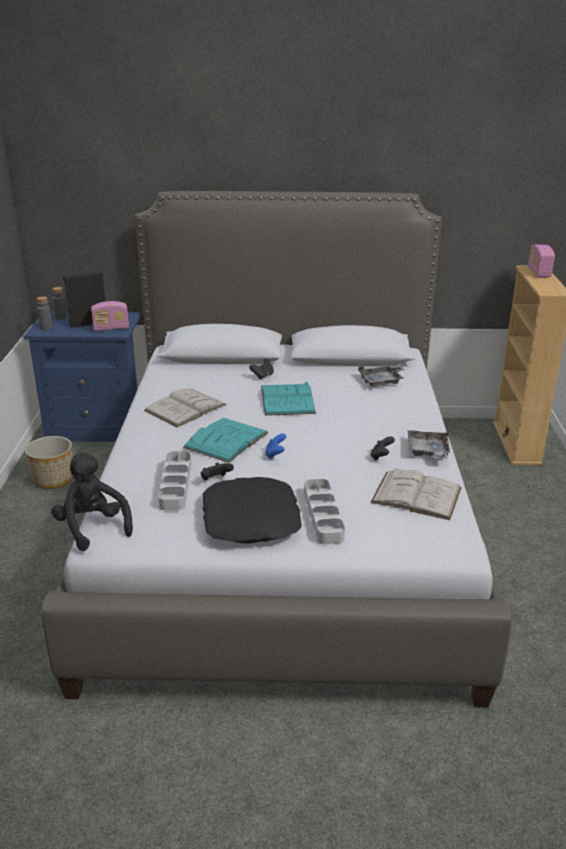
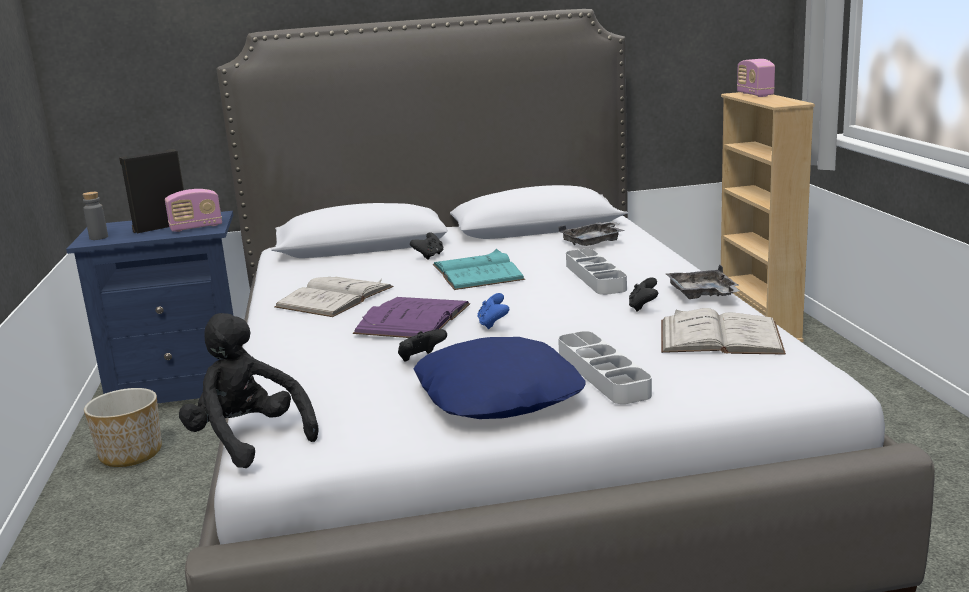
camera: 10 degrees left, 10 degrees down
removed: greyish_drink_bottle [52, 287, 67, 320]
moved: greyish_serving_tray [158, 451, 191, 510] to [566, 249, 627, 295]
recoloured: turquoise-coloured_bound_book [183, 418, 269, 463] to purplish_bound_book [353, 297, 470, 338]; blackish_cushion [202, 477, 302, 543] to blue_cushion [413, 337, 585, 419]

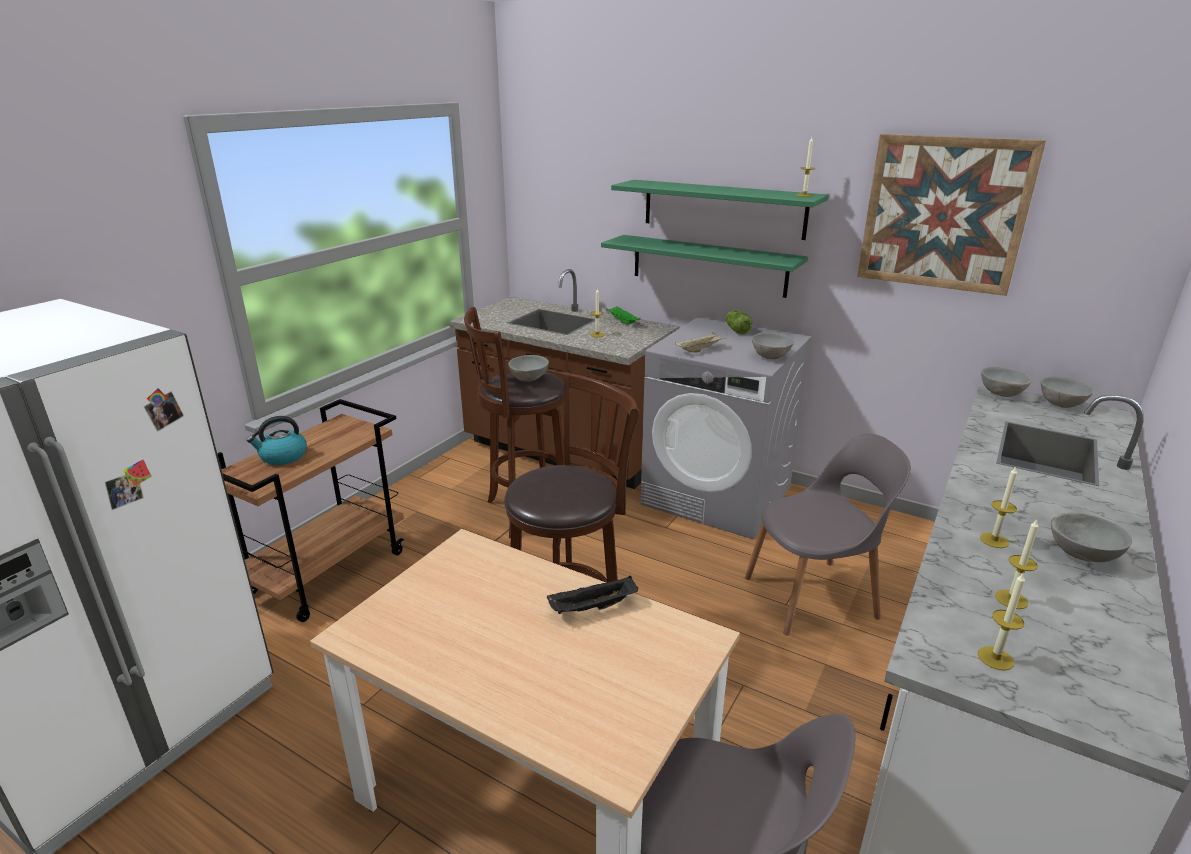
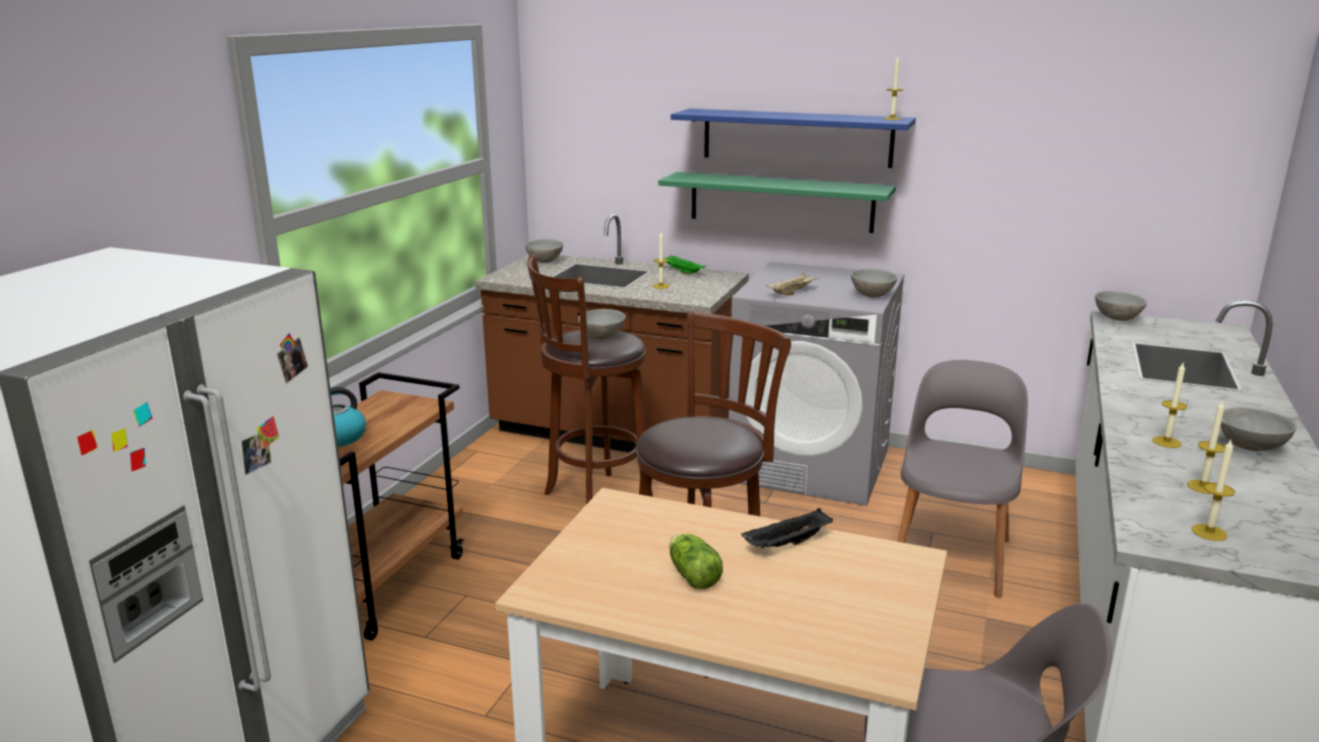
camera: 10 degrees left, 5 degrees down
removed: picture [857, 134, 1046, 296]
moved: lettuce_head [726, 310, 752, 334] to [669, 534, 723, 589]; greyish_serving_bowl [1041, 376, 1093, 408] to [525, 239, 564, 263]
recoloured: greenish_wall_shelf [611, 180, 829, 240] to blue_wall_shelf [671, 109, 916, 168]
turned: greyish_plain_chair [745, 434, 911, 636] = [897, 360, 1028, 598] 45 degrees counterclockwise

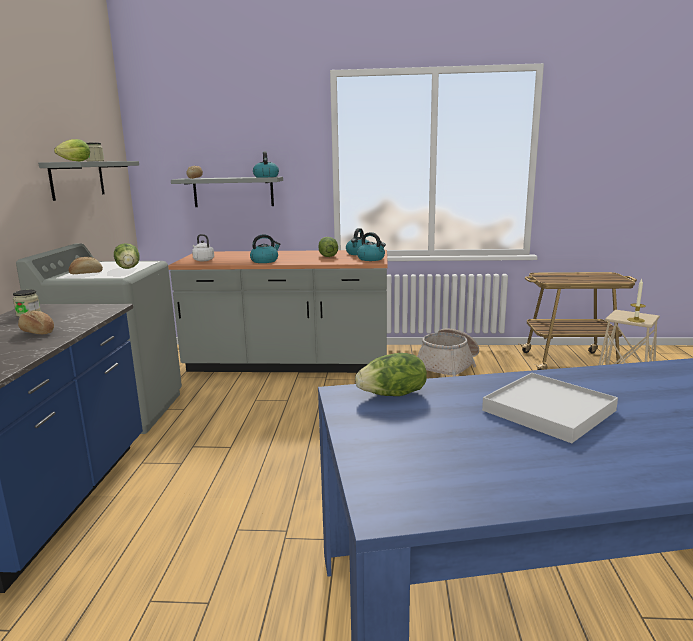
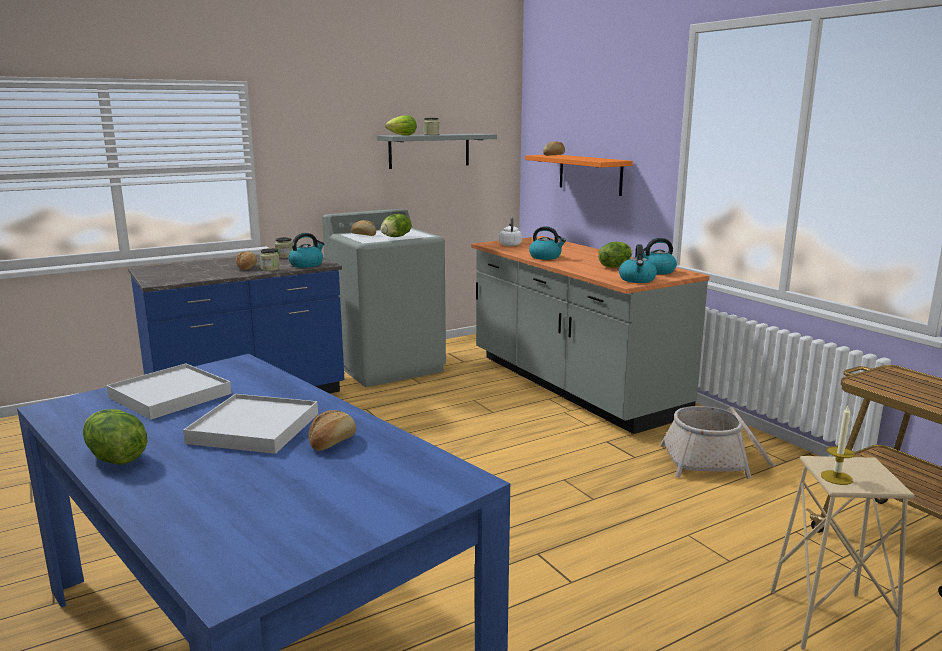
camera: 55 degrees right, 0 degrees up
added: whitish_serving_tray [106, 363, 232, 420]; storage_jar [260, 248, 280, 271]; bread [309, 410, 356, 451]
moved: water_kettle [253, 151, 279, 178] to [288, 233, 324, 268]; lettuce_head [355, 353, 427, 396] to [83, 409, 148, 465]
recoloured: greyish_wall_shelf [171, 177, 283, 207] to orangey_wall_shelf [525, 155, 633, 196]

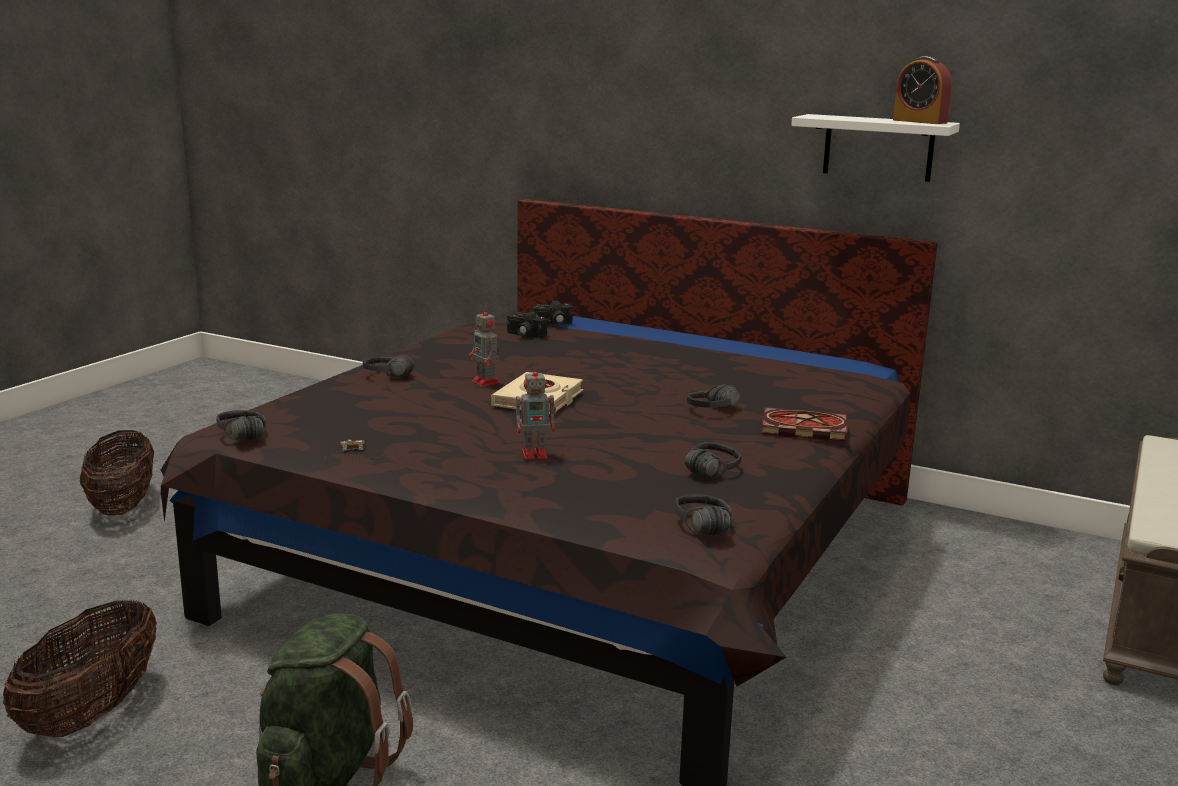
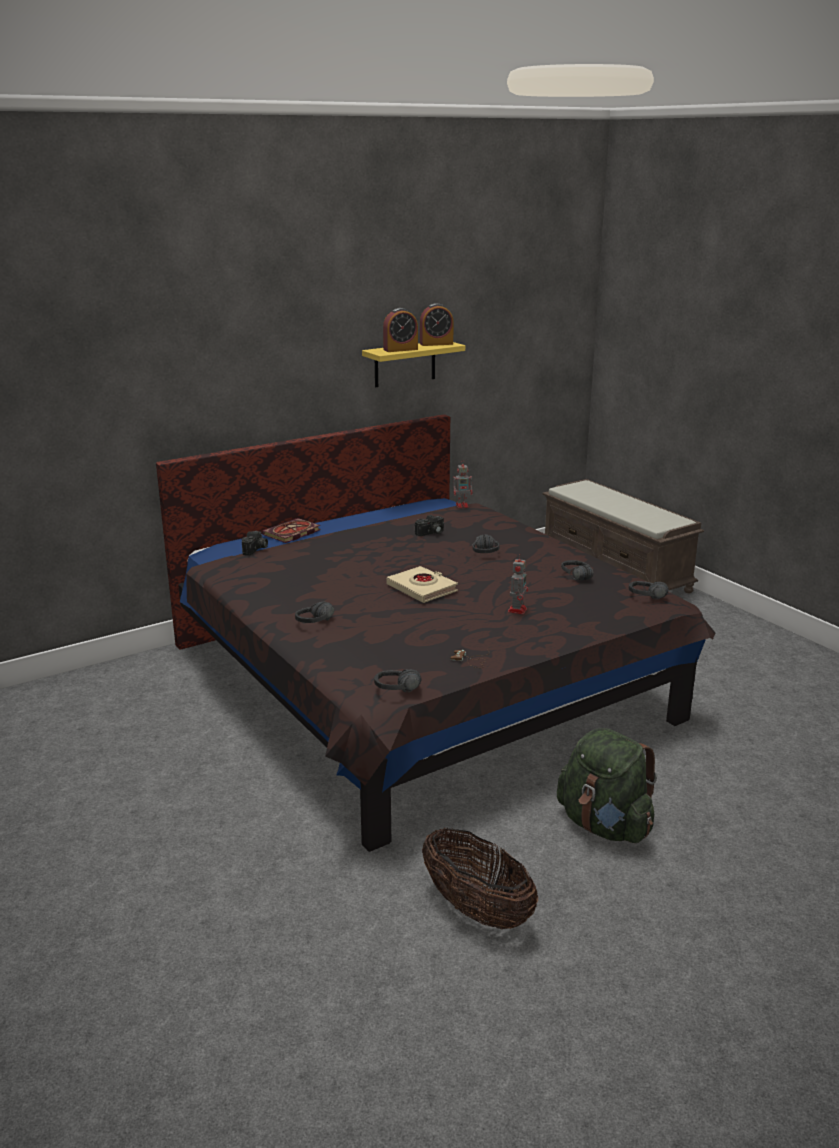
camera: 60 degrees left, 5 degrees up
removed: basket [80, 430, 154, 516]
added: alarm_clock [383, 308, 418, 352]
moved: model_robot [469, 306, 500, 387] to [453, 462, 473, 508]; still_camera [506, 312, 547, 338] to [415, 515, 444, 536]; bound_book [761, 407, 848, 441] to [262, 518, 321, 543]
recoloured: whitish_wall_shelf [791, 114, 960, 182] to yellow-coloured_wall_shelf [362, 342, 465, 387]

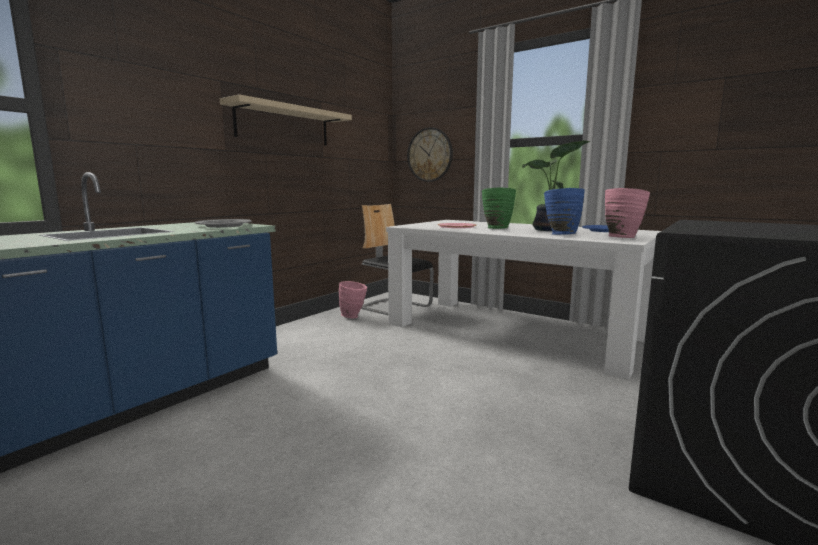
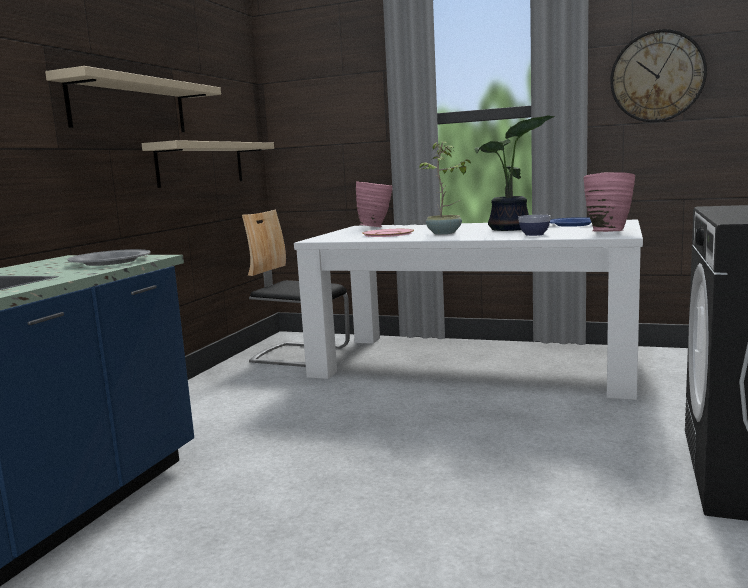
camera: 15 degrees left, 0 degrees up
added: beige_wall_shelf [142, 140, 274, 188]
moved: pinkish_vase [339, 281, 367, 318] to [356, 181, 393, 227]; hanging_clock [407, 127, 453, 182] to [610, 29, 707, 122]
replaced: greenish_vase [482, 187, 516, 229] to potted_plant [418, 142, 471, 234]; blue_vase [544, 188, 585, 235] to serving_bowl [518, 215, 550, 236]

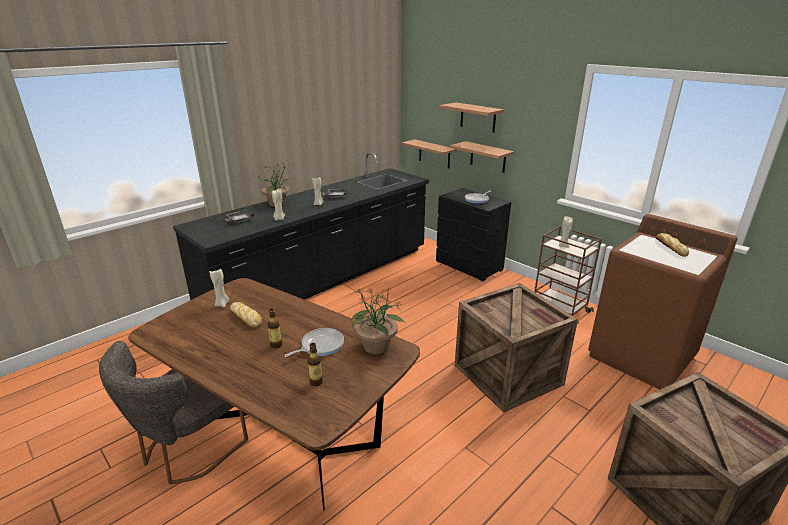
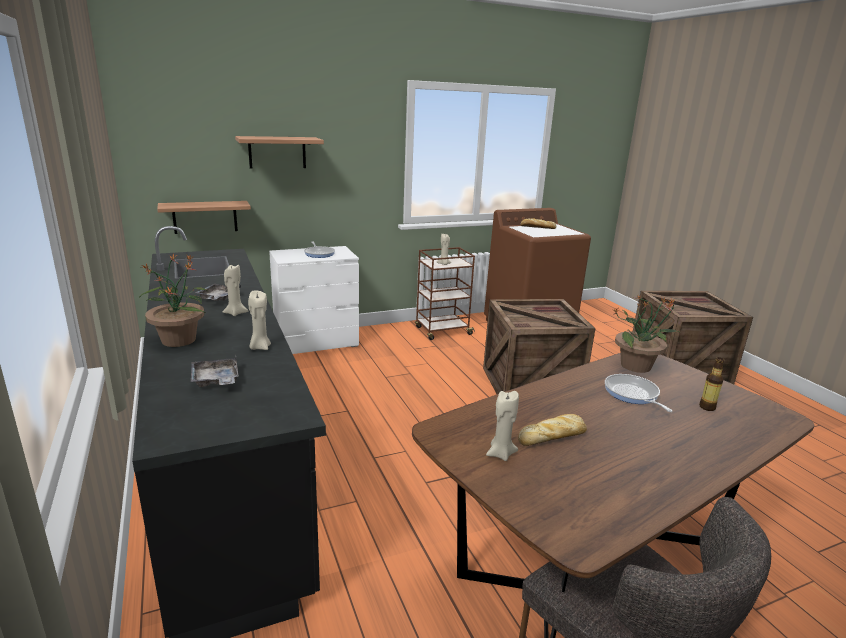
camera: 70 degrees left, 5 degrees down
removed: drink_bottle [267, 309, 282, 348]; wall_shelf [450, 141, 514, 173]
recoloured: blackish_chest_of_drawers [436, 188, 511, 281] to whitish_chest_of_drawers [269, 246, 359, 354]

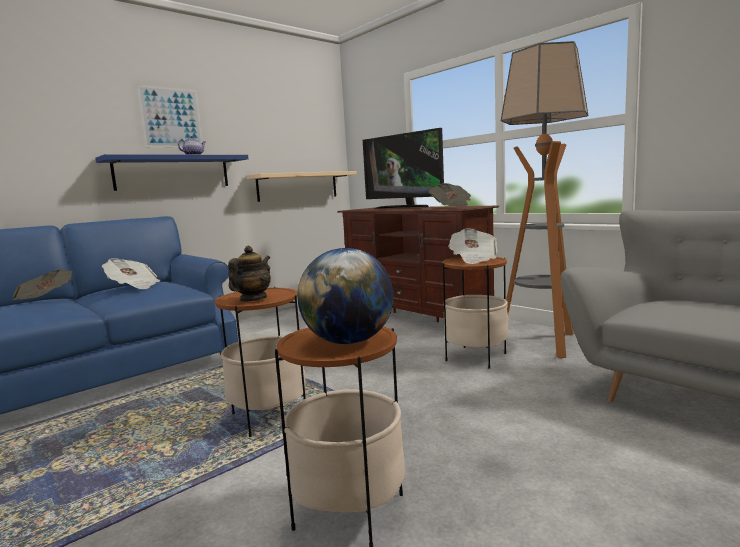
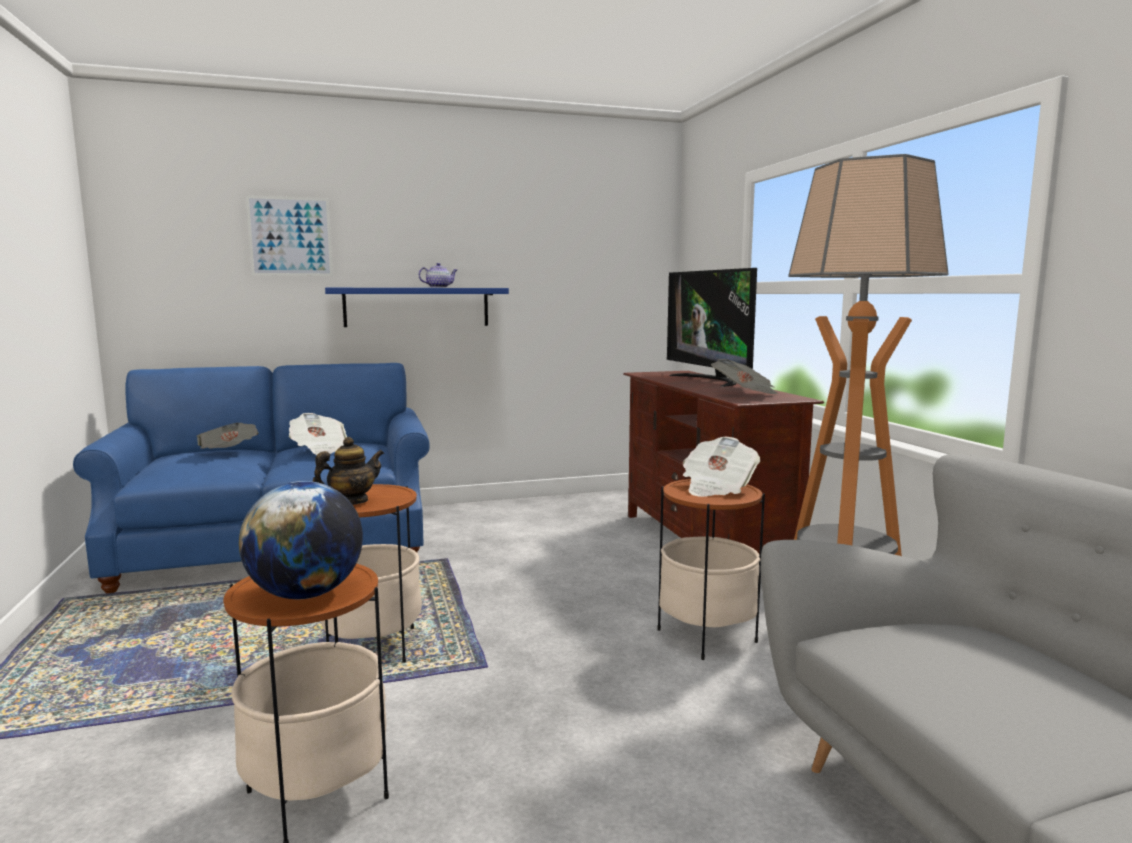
camera: 25 degrees right, 0 degrees up
removed: beige_wall_shelf [246, 171, 357, 202]
moved: picture [137, 85, 203, 148] to [246, 195, 333, 276]

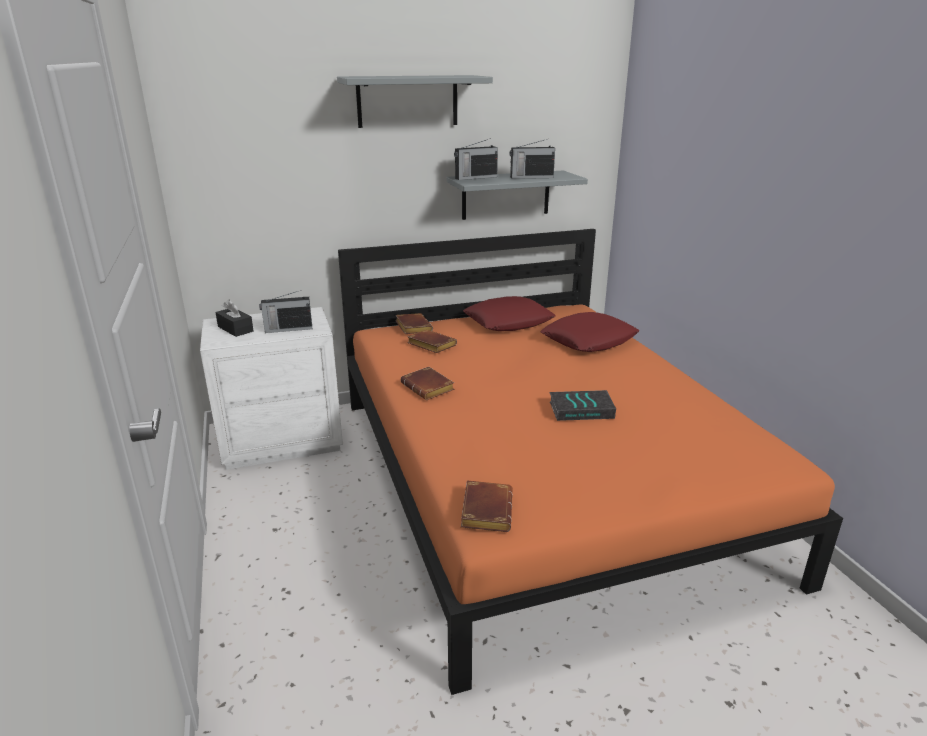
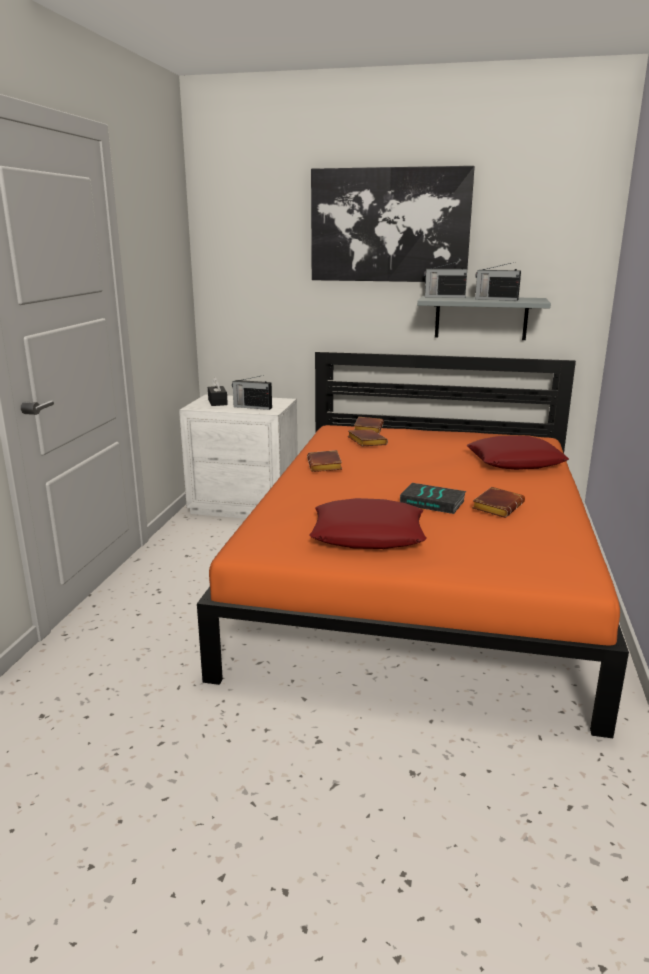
camera: 30 degrees right, 5 degrees down
moved: brown_bound_book [461, 481, 513, 532] to [472, 487, 525, 518]; red_cushion [463, 296, 555, 331] to [309, 498, 427, 549]
replaced: greyish_wall_shelf [337, 75, 493, 128] to picture [311, 166, 474, 282]

